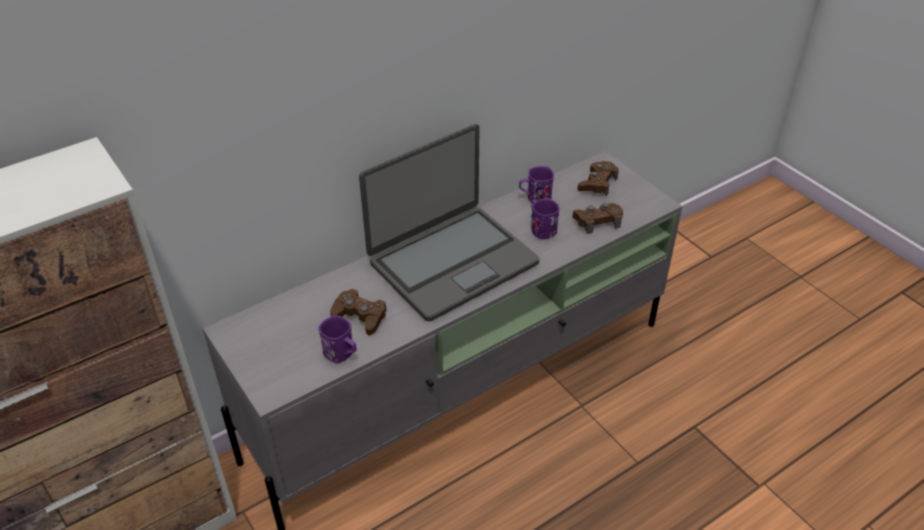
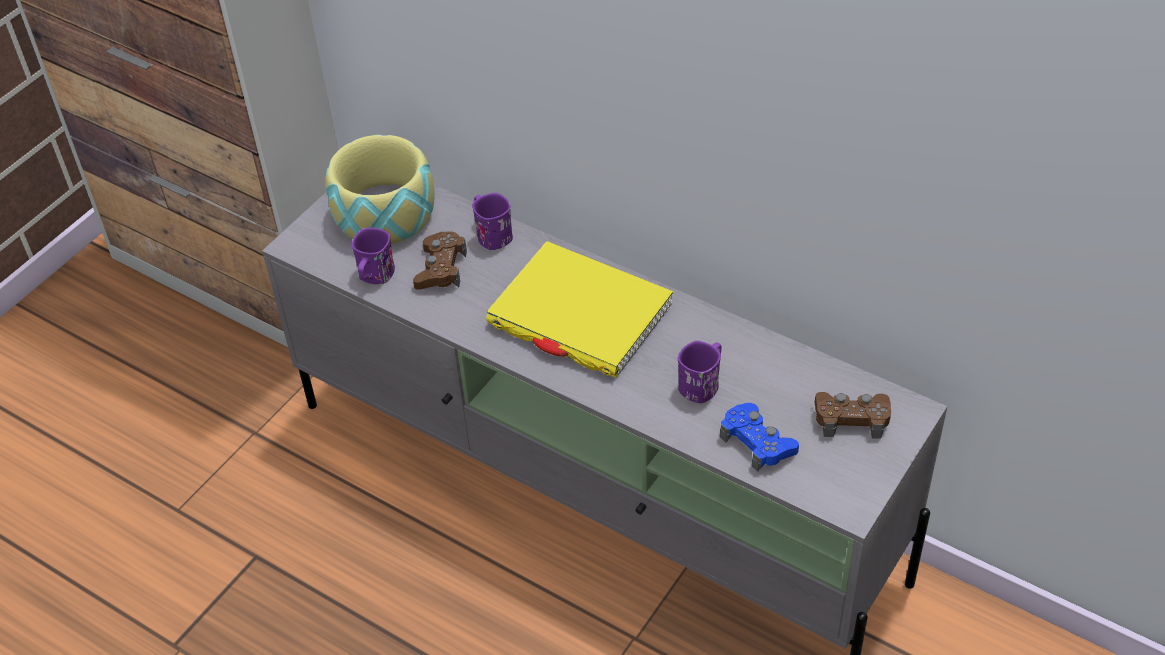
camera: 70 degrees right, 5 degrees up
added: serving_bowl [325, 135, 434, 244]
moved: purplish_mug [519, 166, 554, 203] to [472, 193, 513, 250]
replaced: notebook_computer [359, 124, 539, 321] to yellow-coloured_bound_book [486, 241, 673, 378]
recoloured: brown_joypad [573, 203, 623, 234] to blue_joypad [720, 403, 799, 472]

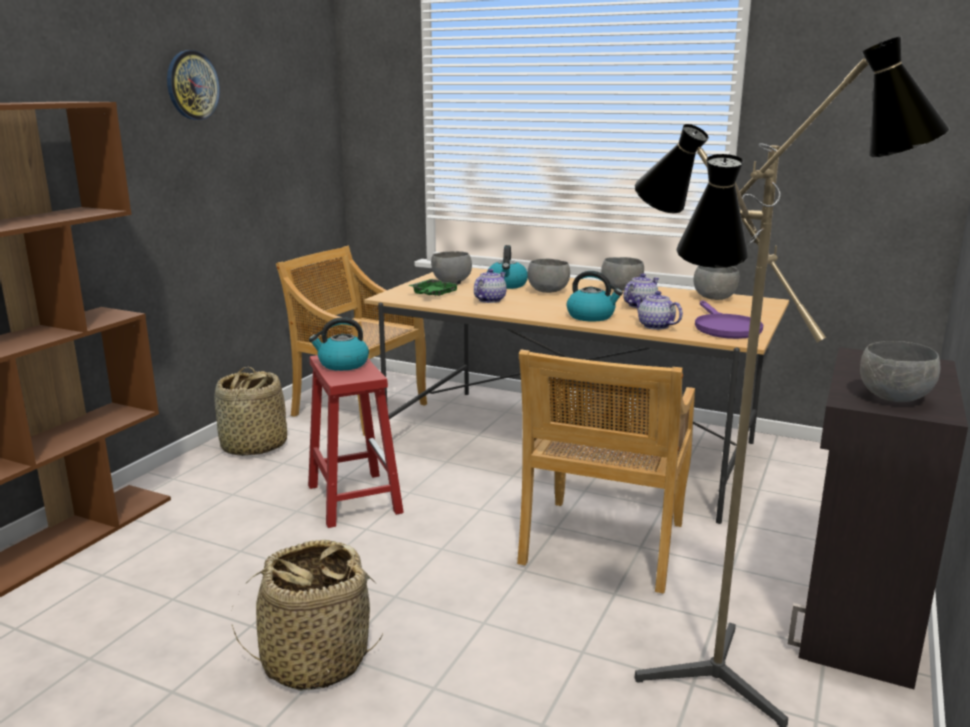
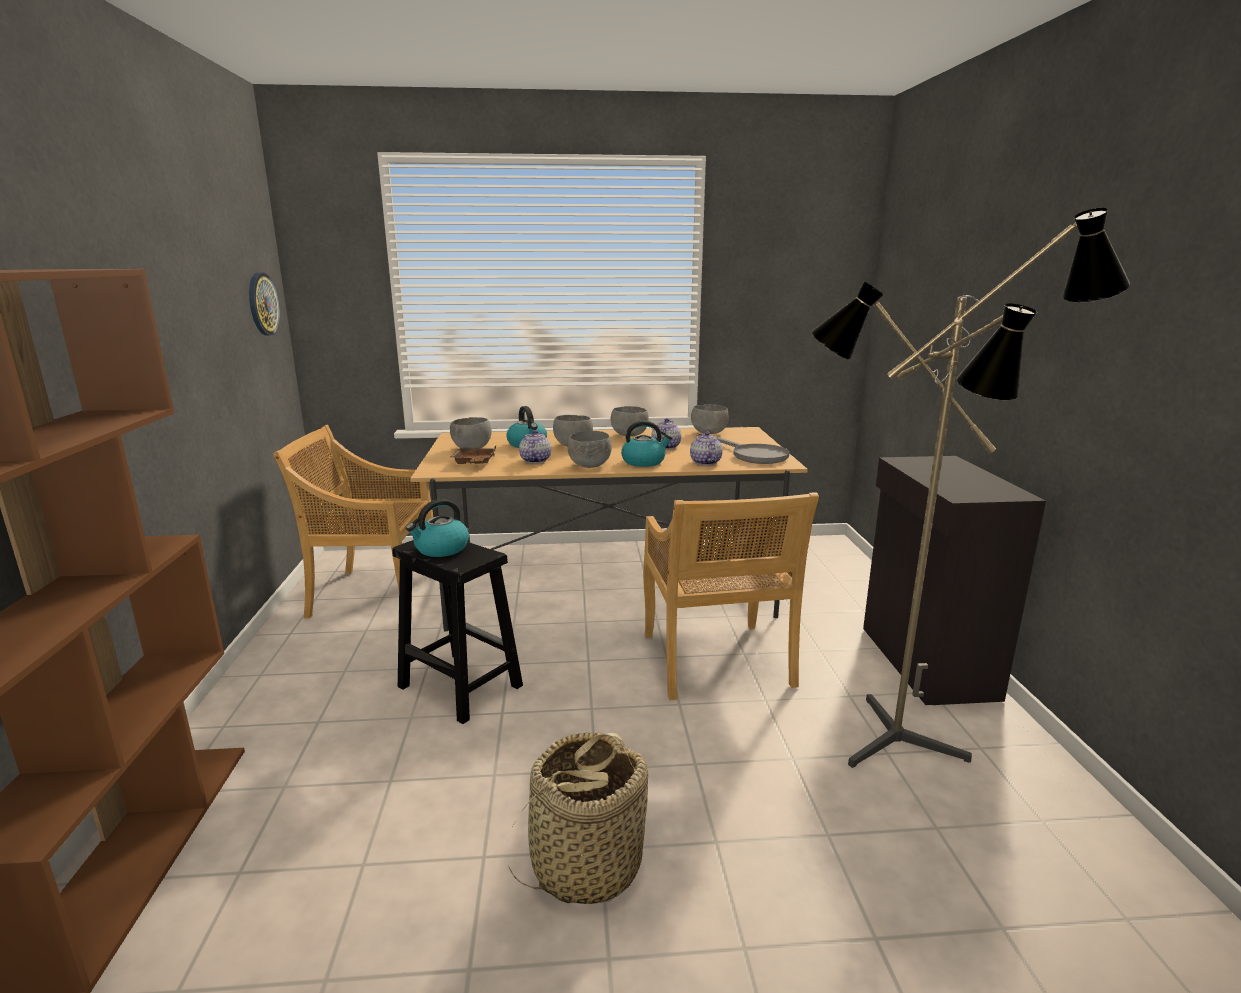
camera: 30 degrees left, 0 degrees up
removed: basket [214, 367, 287, 456]
moved: hanging_clock [167, 50, 220, 120] to [249, 272, 280, 336]; greyish_serving_bowl [860, 341, 940, 402] to [567, 431, 612, 468]
recoloured: red_sitting_stool [308, 355, 404, 528] to blackish_sitting_stool [392, 540, 523, 724]; greenish_serving_tray [408, 279, 461, 296] to brown_serving_tray [451, 446, 496, 464]; purplish_skillet [695, 300, 763, 339] to greyish_skillet [715, 436, 789, 464]
turned: teapot [634, 291, 683, 330] = [690, 432, 723, 465] 60 degrees clockwise

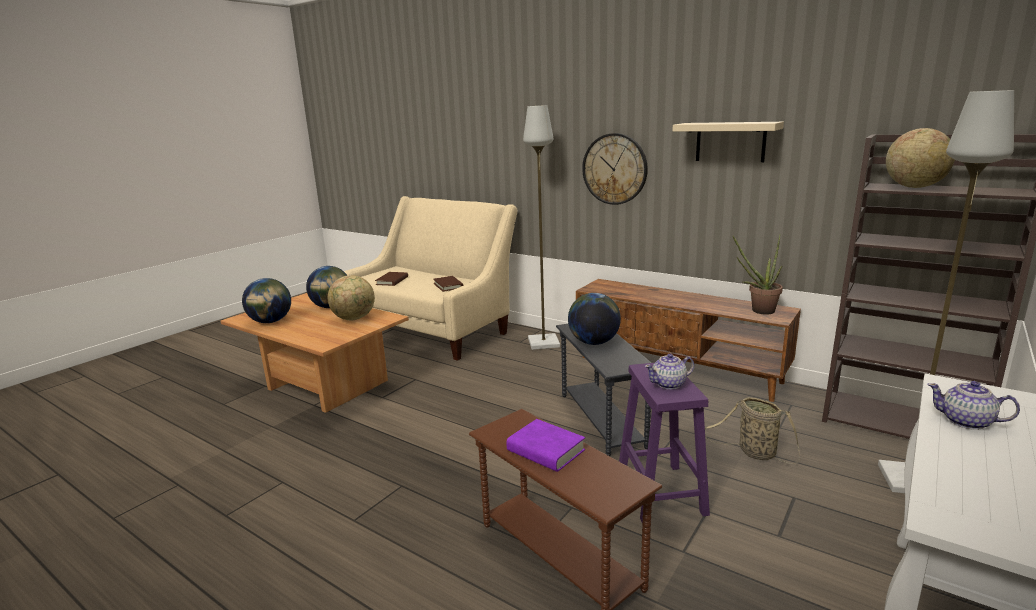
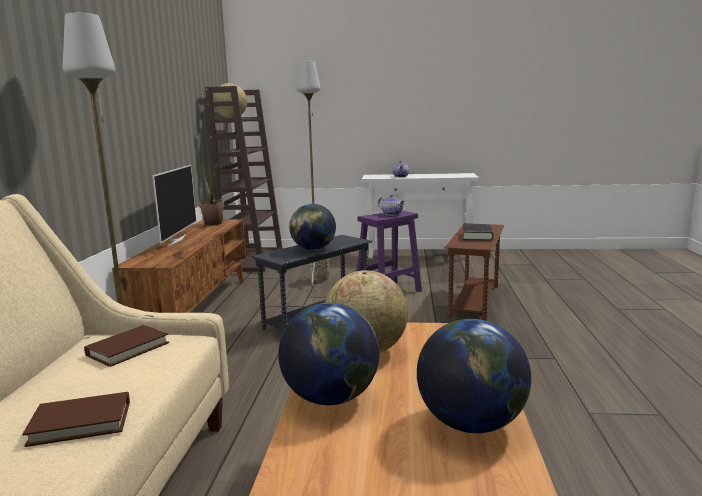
camera: 120 degrees left, 5 degrees down
removed: hanging_clock [582, 133, 648, 205]; beige_wall_shelf [672, 122, 784, 162]
added: television [152, 165, 197, 246]
recoloured: purplish_bound_book [506, 419, 585, 472] to blackish_bound_book [463, 224, 493, 241]

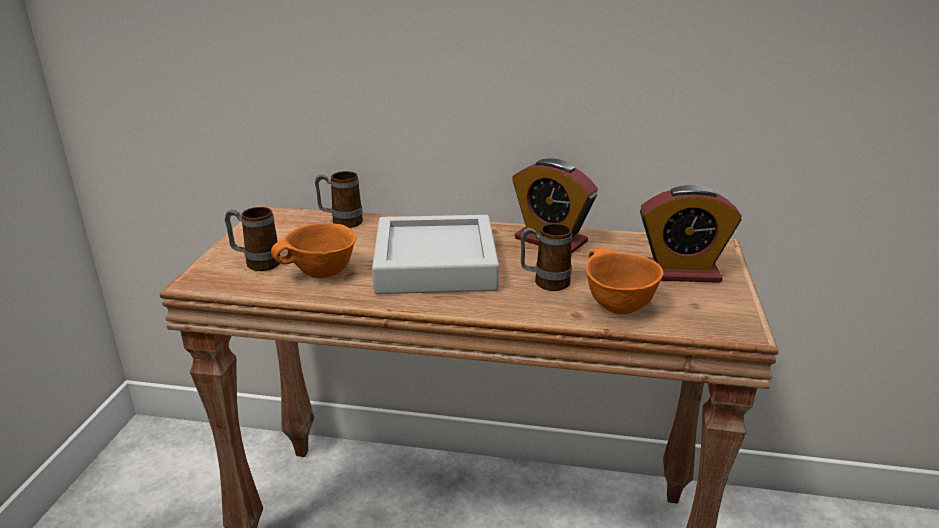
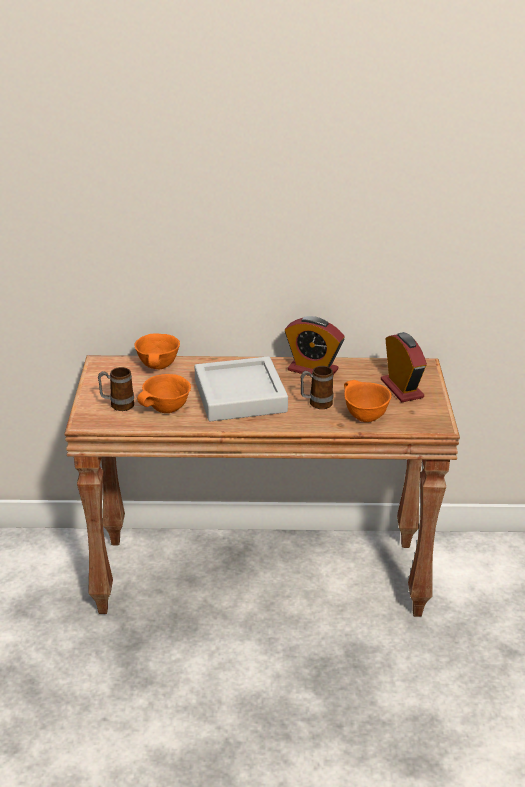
camera: 10 degrees left, 5 degrees up
replaced: mug [315, 171, 363, 228] to orangey_serving_bowl [135, 333, 180, 369]
turned: alarm_clock [640, 185, 742, 283] = [381, 332, 427, 402] 105 degrees counterclockwise

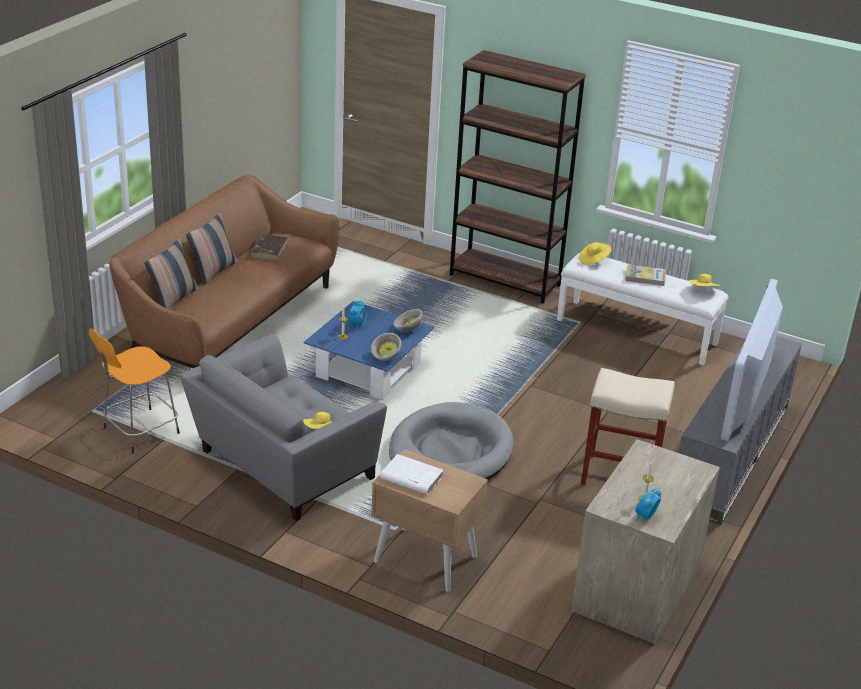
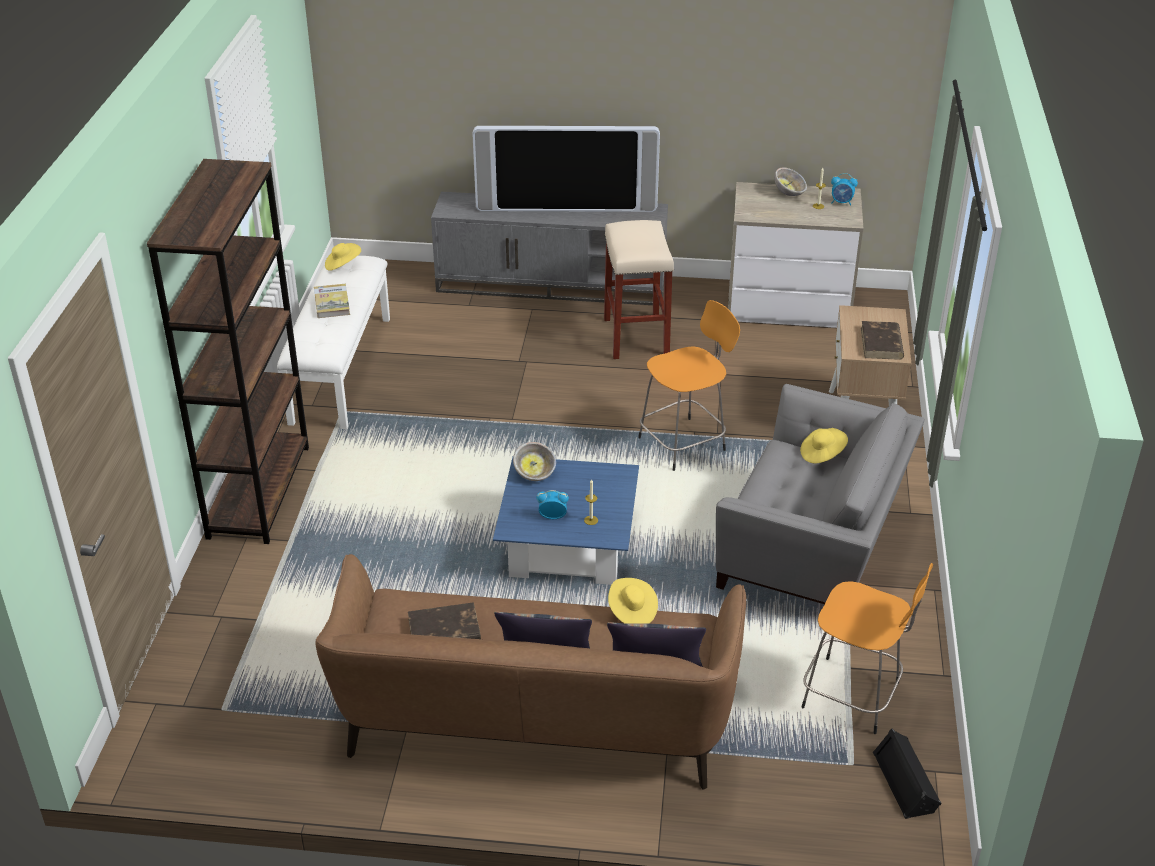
camera: 110 degrees left, 5 degrees up
added: blackish_audio_speaker [873, 728, 942, 819]
moved: serving_bowl [371, 333, 402, 361] to [774, 167, 807, 196]; yellow-coloured_clothing_hat [579, 242, 612, 265] to [608, 578, 658, 624]
replaced: greyish_pet_bed [389, 402, 514, 480] to orangey_sitting_stool [638, 300, 740, 471]
recoloured: whitish_bound_book [380, 454, 443, 495] to brown_bound_book [861, 321, 904, 360]

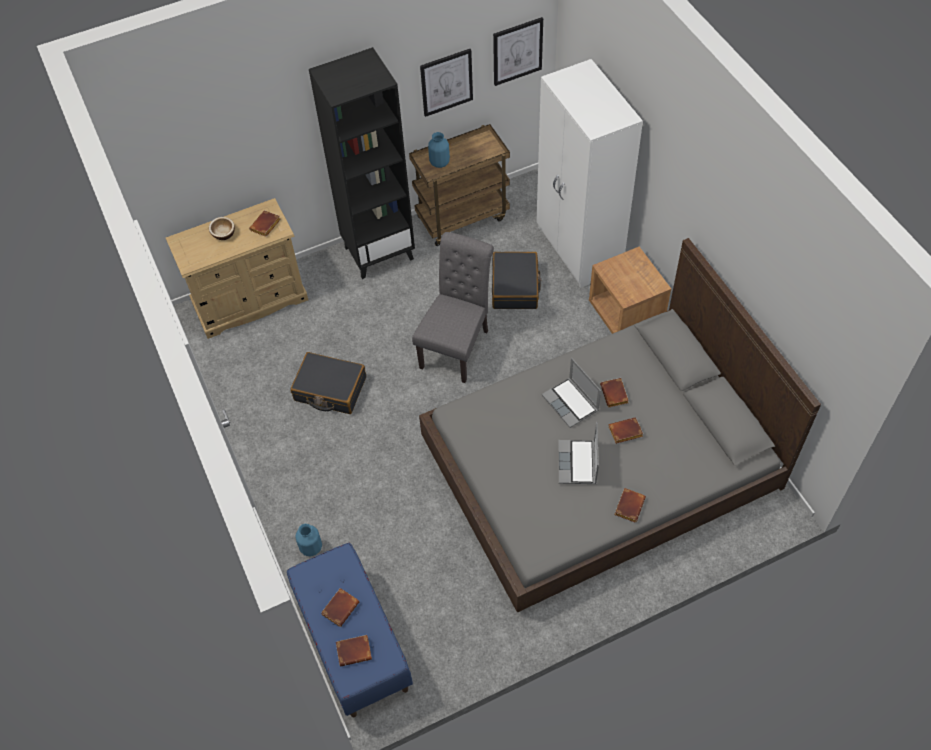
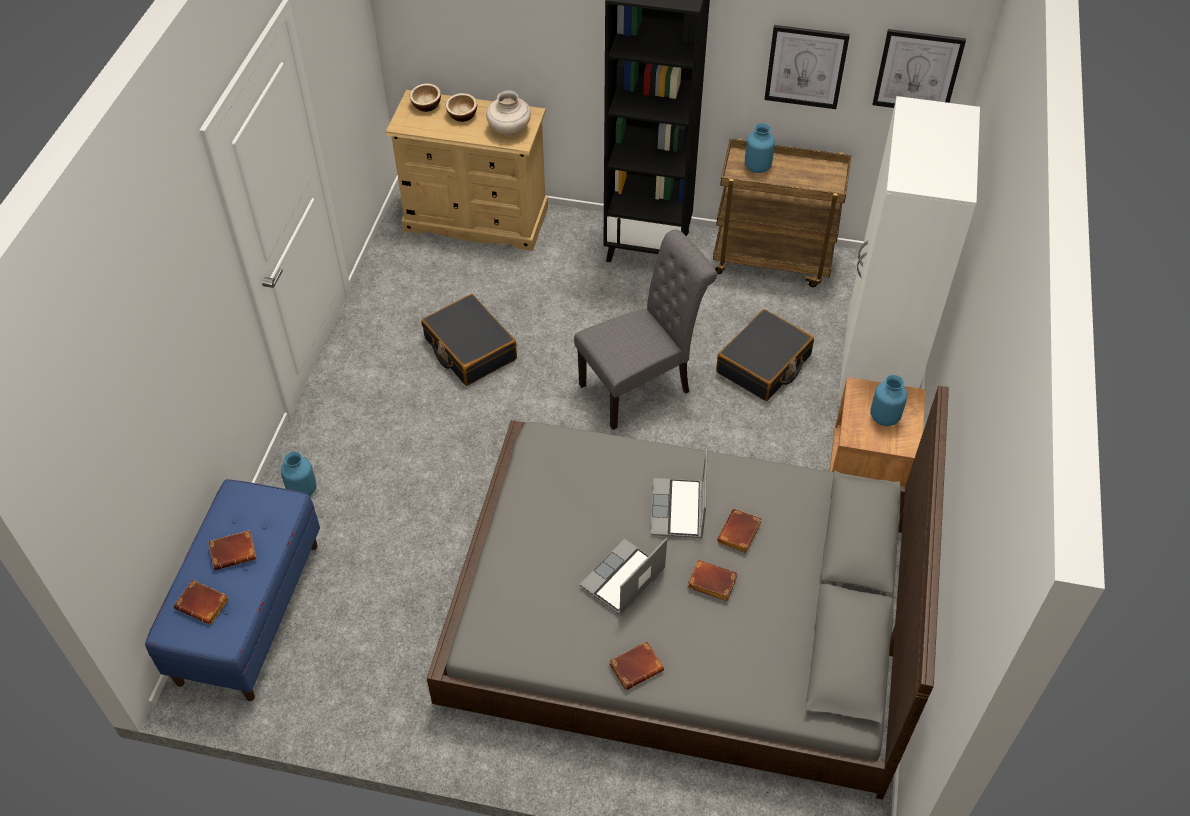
camera: 35 degrees right, 5 degrees down
added: serving_bowl [410, 84, 441, 112]; blue_vase [870, 375, 908, 426]
replaced: brown_bound_book [249, 210, 281, 237] to beige_vase [486, 90, 531, 135]

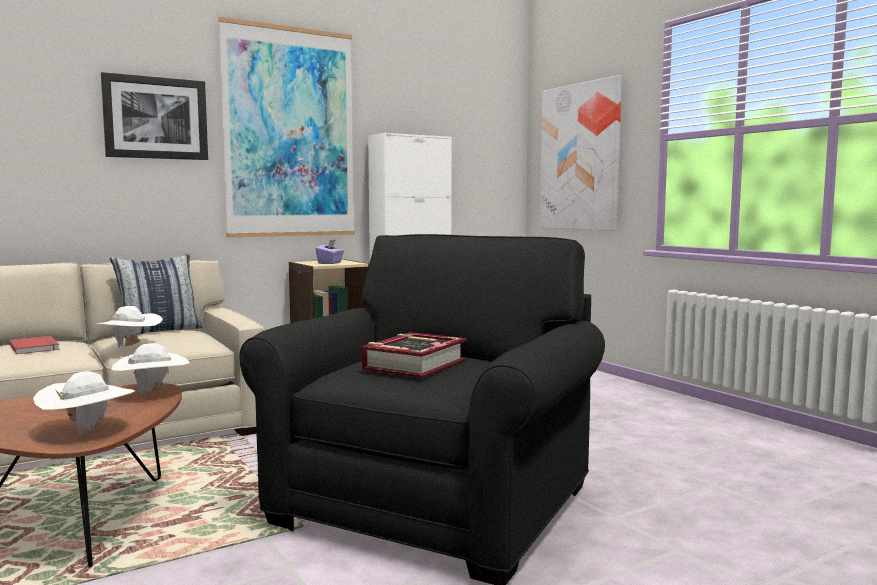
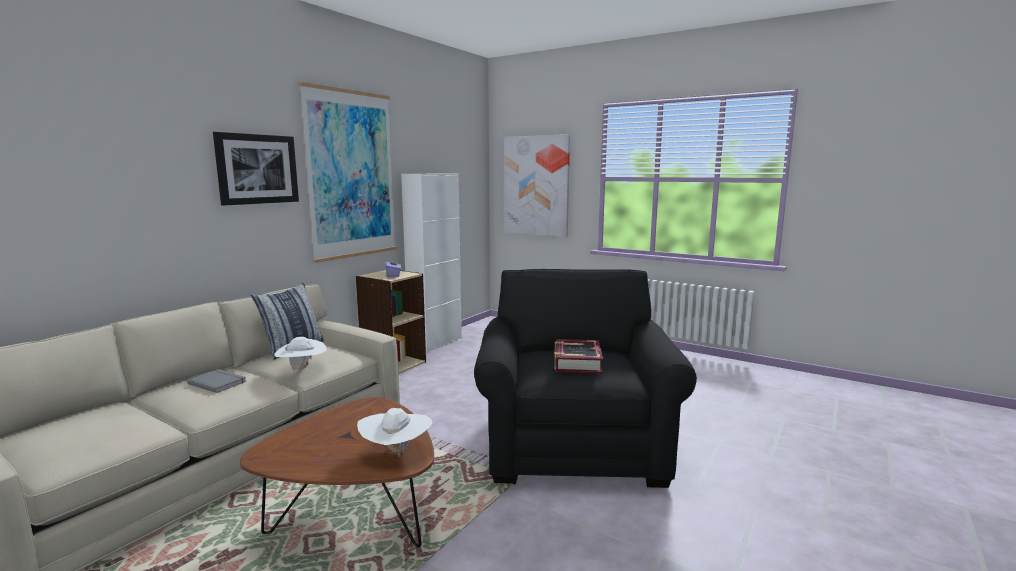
camera: 25 degrees left, 5 degrees up
removed: whitish_clothing_hat [111, 343, 189, 396]
recoloured: red_bound_book [9, 336, 60, 354] to greyish_bound_book [187, 369, 247, 393]

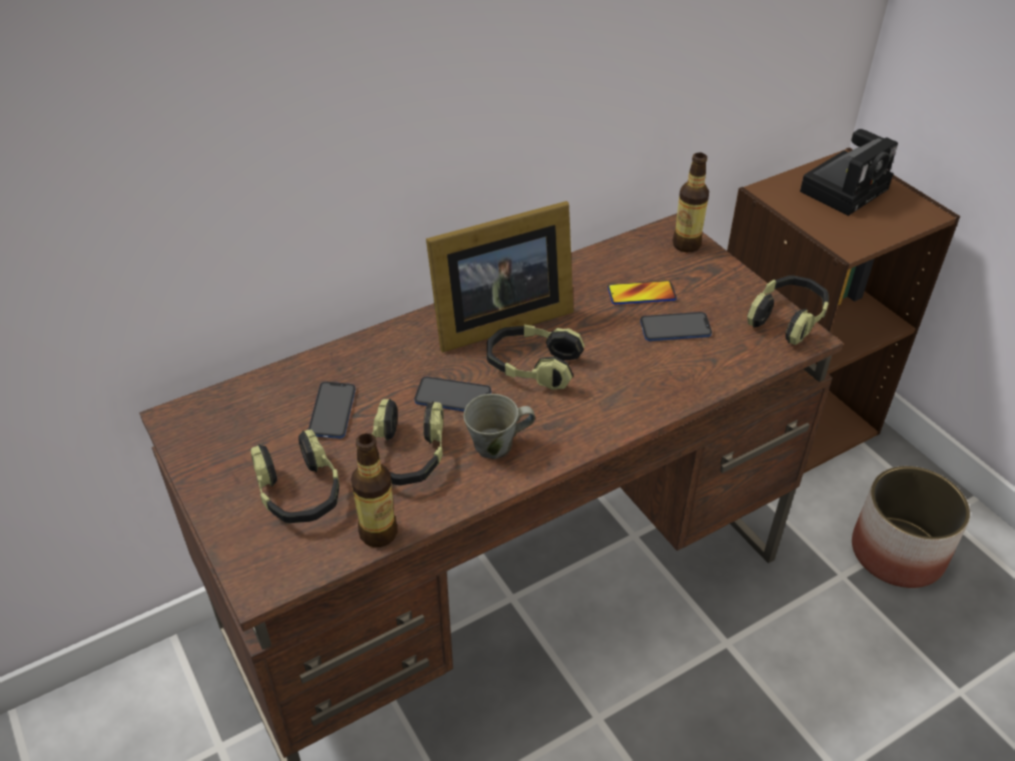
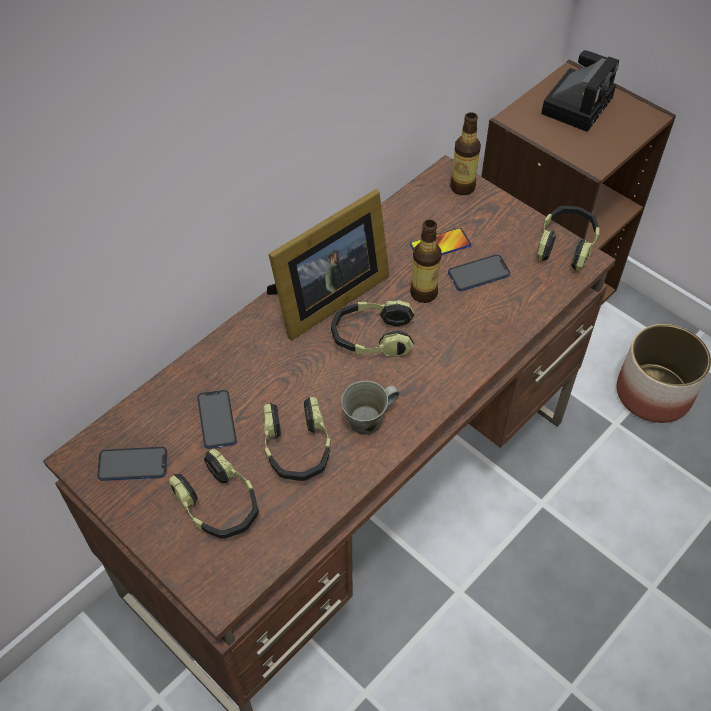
camera: 15 degrees left, 10 degrees up
moved: drink_bottle [351, 433, 397, 547] to [410, 220, 441, 303]; handset [414, 377, 491, 412] to [97, 447, 167, 481]

